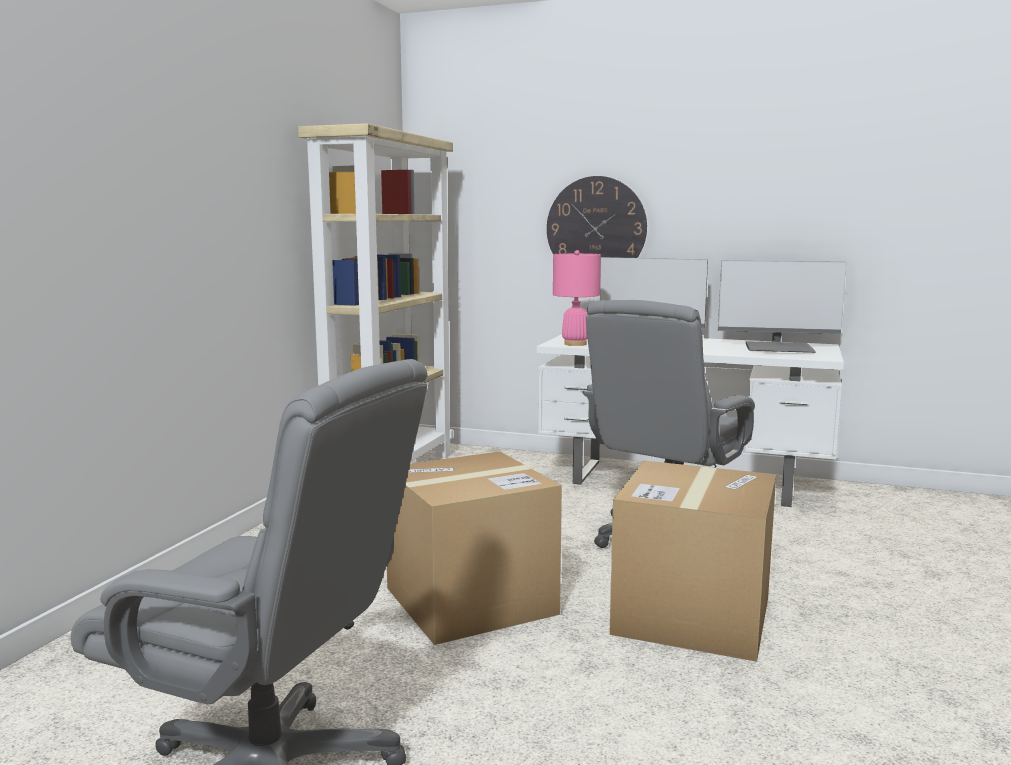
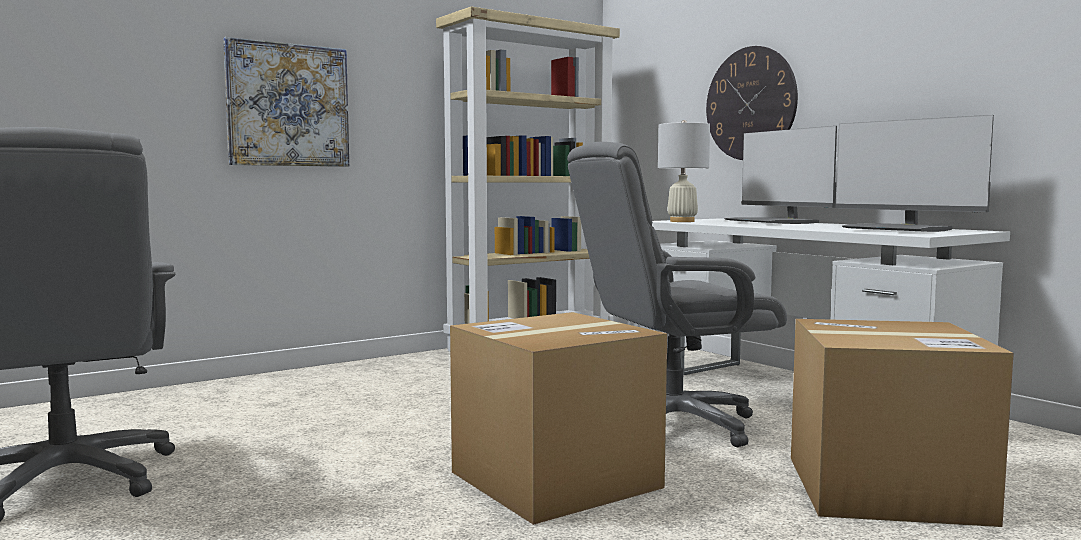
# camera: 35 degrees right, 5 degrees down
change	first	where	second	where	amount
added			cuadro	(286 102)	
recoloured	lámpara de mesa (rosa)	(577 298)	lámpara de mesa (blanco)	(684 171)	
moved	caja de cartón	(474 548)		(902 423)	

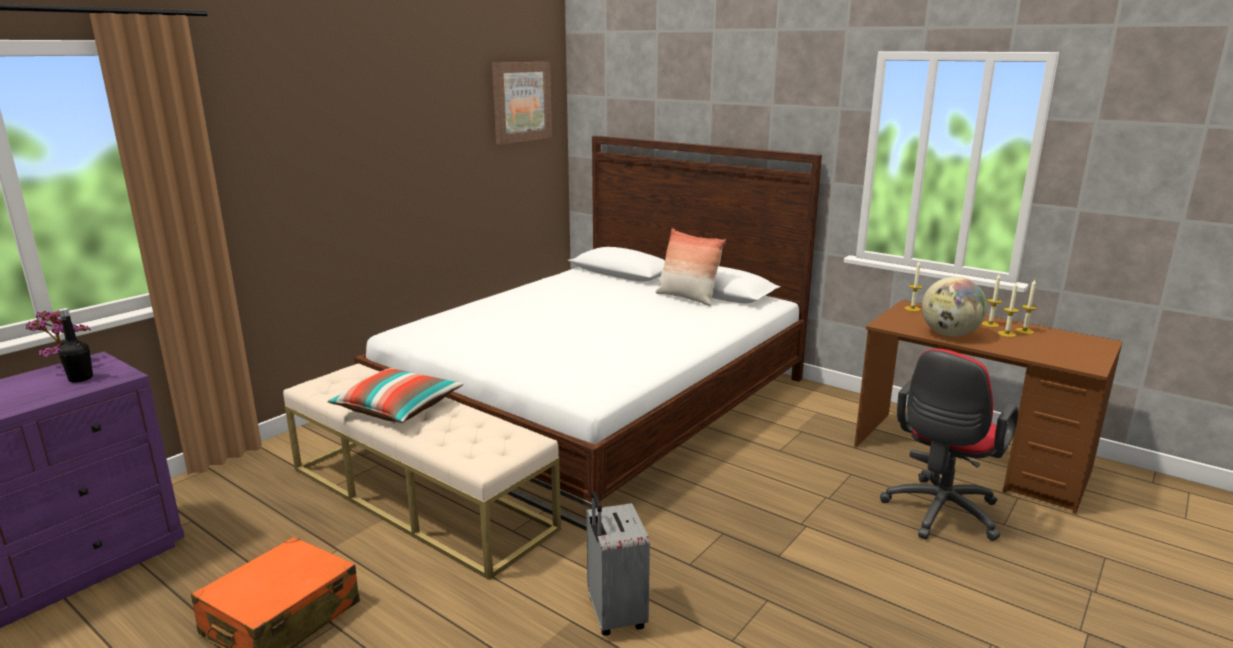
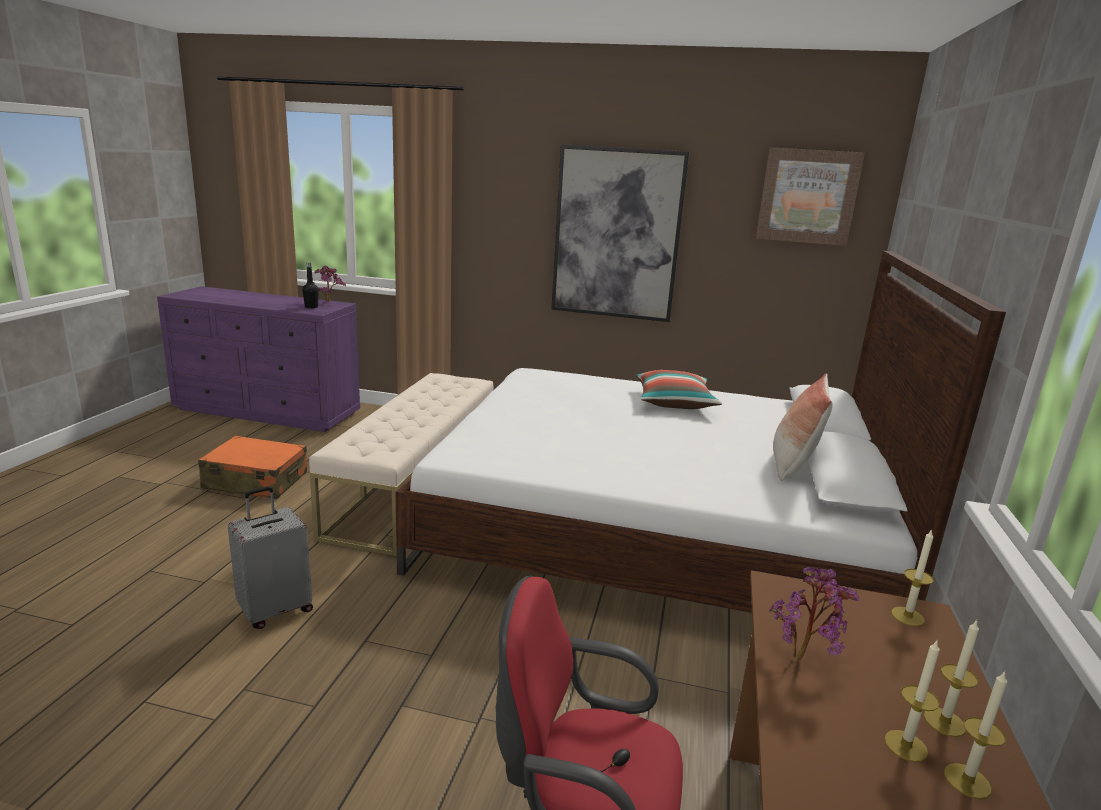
# camera: 65 degrees right, 0 degrees up
change	first	where	second	where	amount
added			cuadro	(620 233)	
moved	cojín	(396 395)		(679 389)	
replaced	globo terráqueo	(954 307)	planta en maceta	(814 613)	

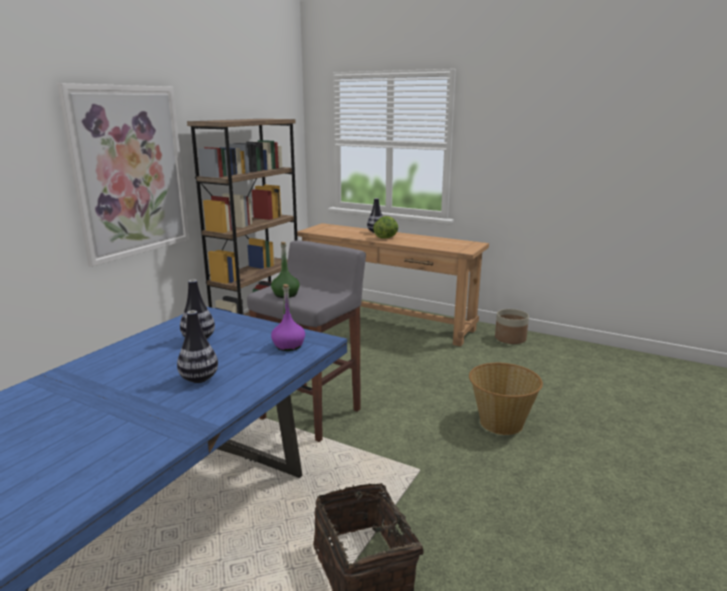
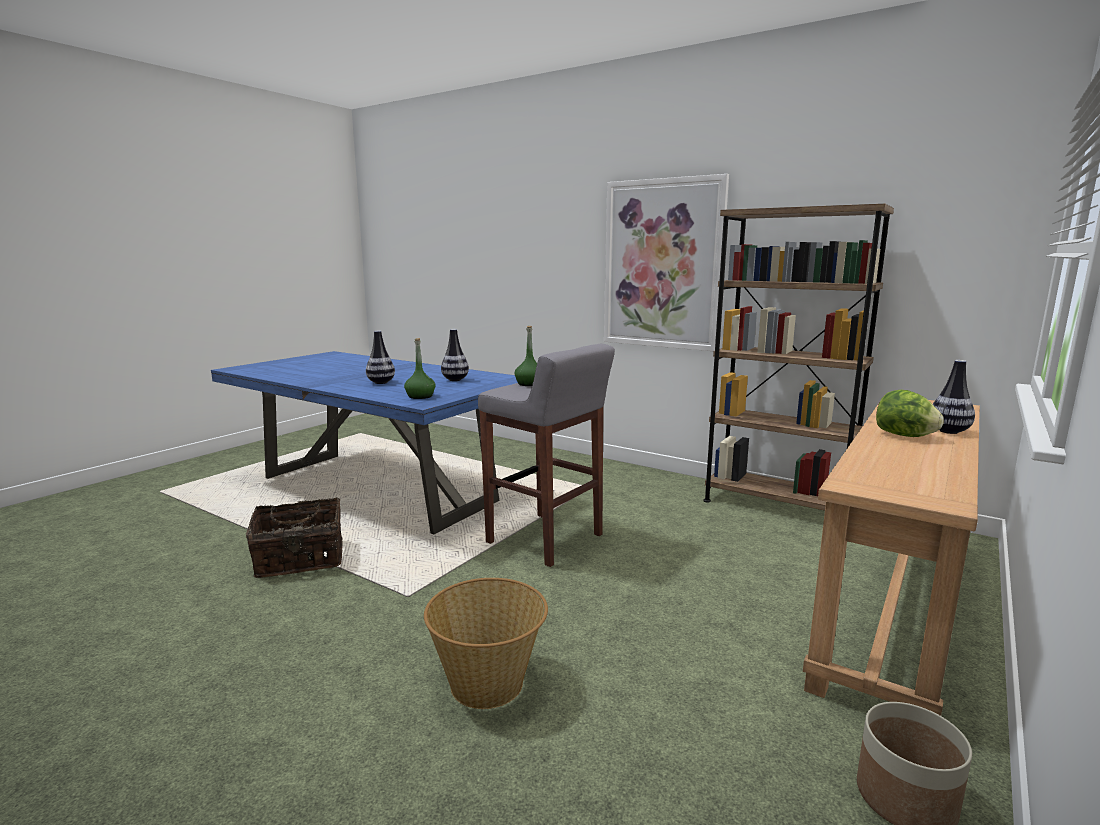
# camera: 95 degrees right, 5 degrees down
change	first	where	second	where	amount
recoloured	botella (morado)	(288 317)	botella (verde)	(420 368)	

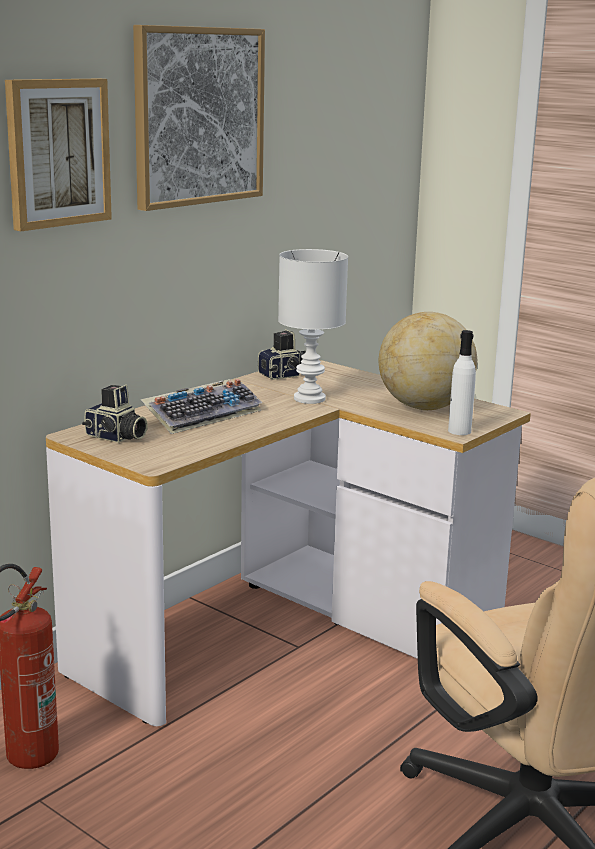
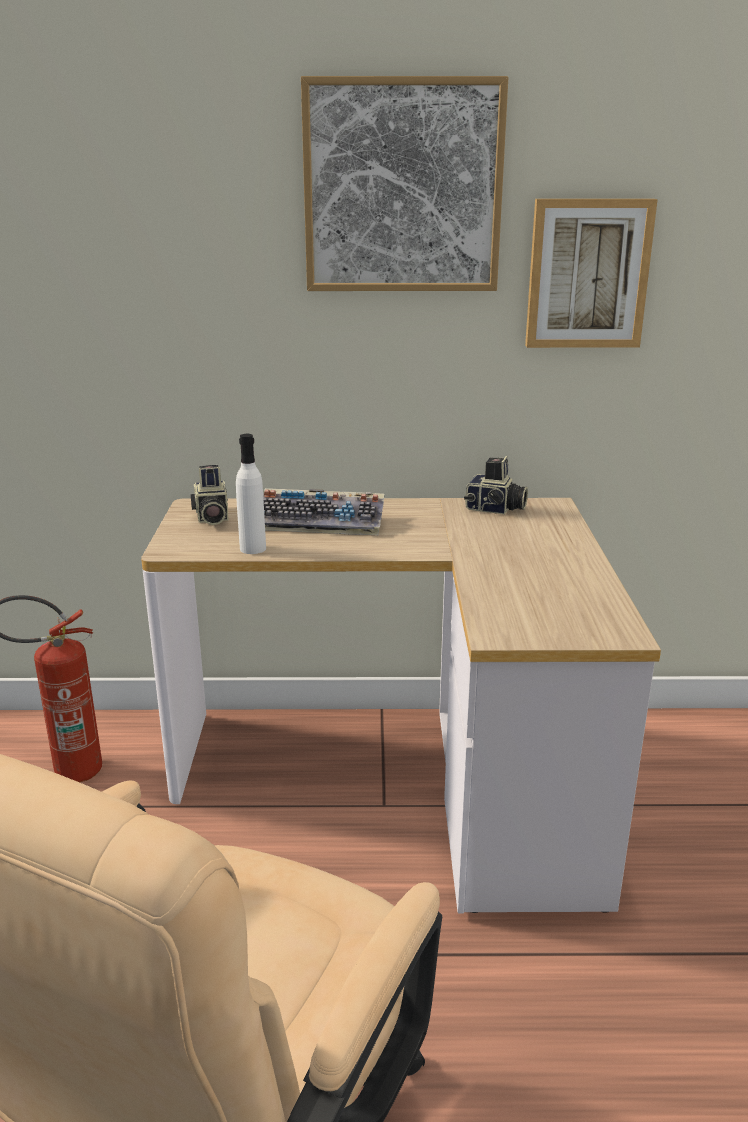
# camera: 50 degrees right, 5 degrees up
change	first	where	second	where	amount
moved	botella (blanco)	(462 382)		(251 494)	
moved	cuadro	(58 155)		(591 273)	
removed	lámpara de mesa (blanco)	(313 326)			
removed	globo terráqueo	(427 361)			

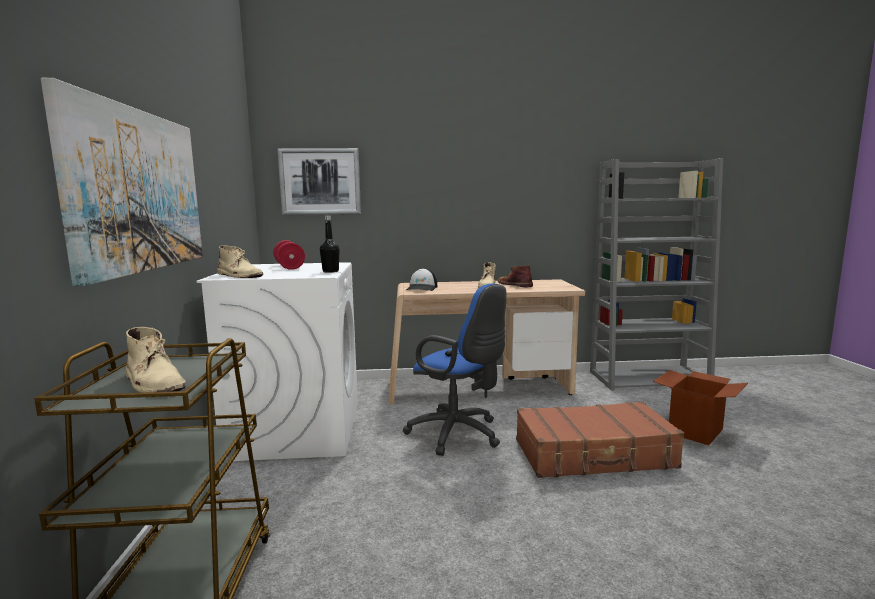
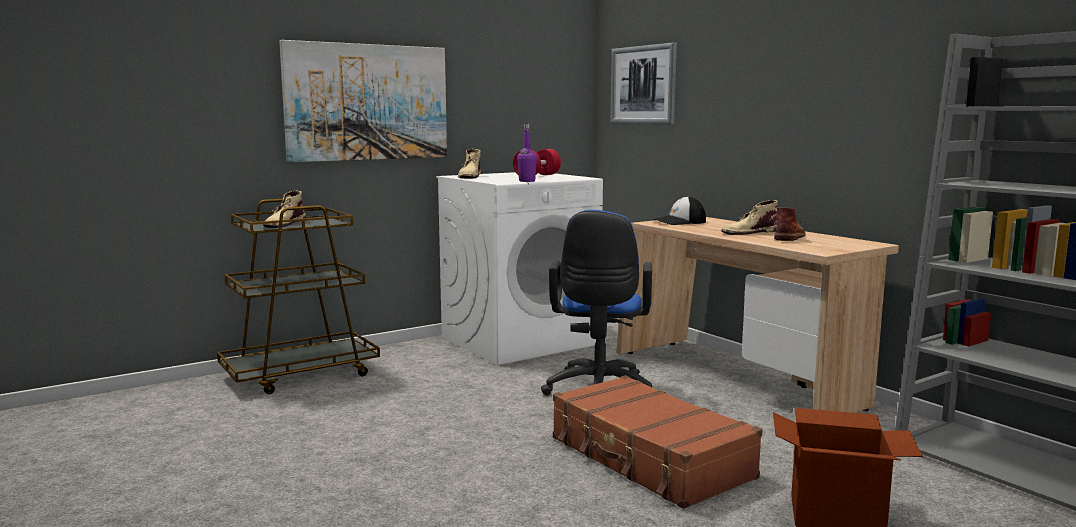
# camera: 60 degrees right, 0 degrees up
change	first	where	second	where	amount
recoloured	botella (negro)	(330 244)	botella (morado)	(527 153)	

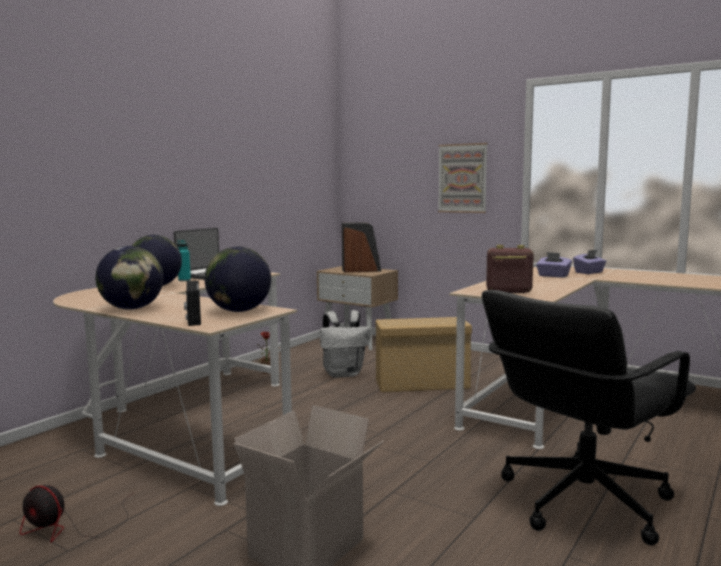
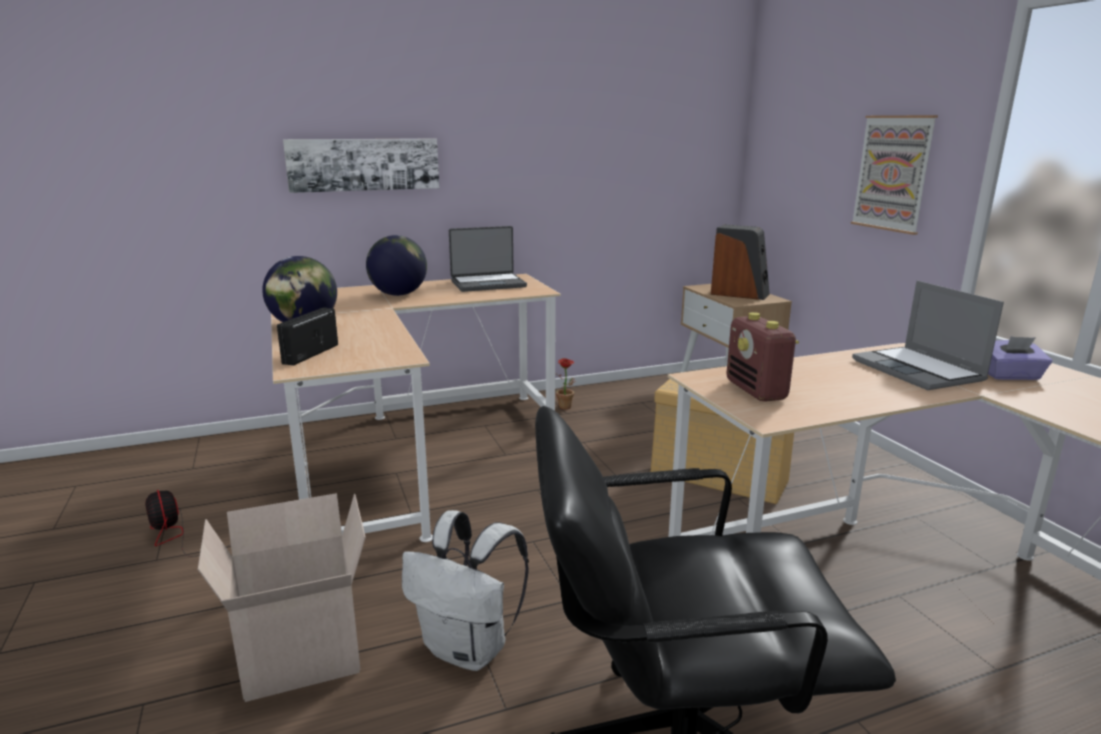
# camera: 35 degrees right, 10 degrees up
change	first	where	second	where	amount
added			cuadro	(361 166)	
moved	mochila (blanco)	(345 344)		(465 590)	
turned	radio	(510 269)		(762 357)	150 degrees counterclockwise
replaced	caja de pañuelos (morado)	(554 265)	portátil	(928 335)	
removed	botella (turquesa)	(184 260)			
removed	globo terráqueo	(238 279)			

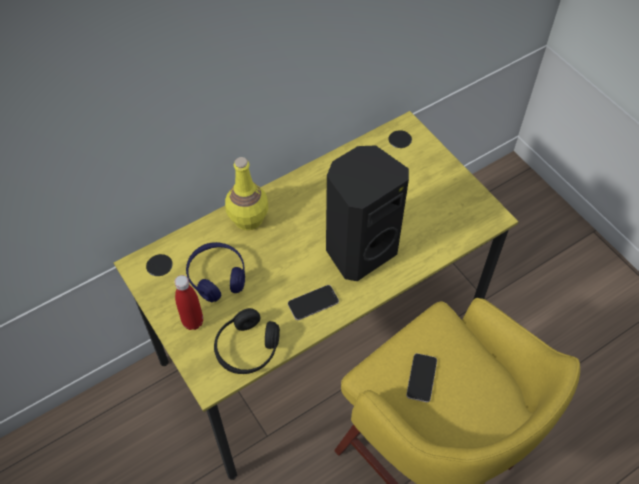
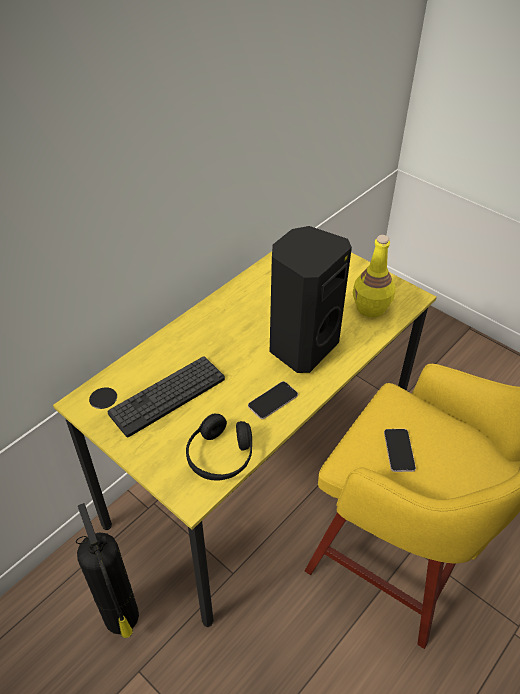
# camera: 15 degrees left, 10 degrees down
change	first	where	second	where	amount
added			extintor	(107 570)	
replaced	auriculares (azul)	(215 272)	teclado	(166 397)	
moved	botella (amarillo)	(246 193)		(374 276)	
removed	botella (rojo)	(189 302)			

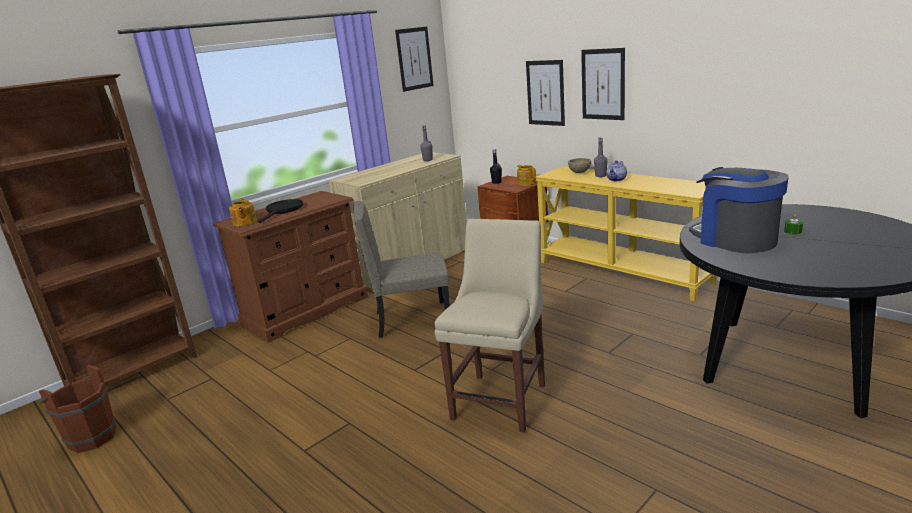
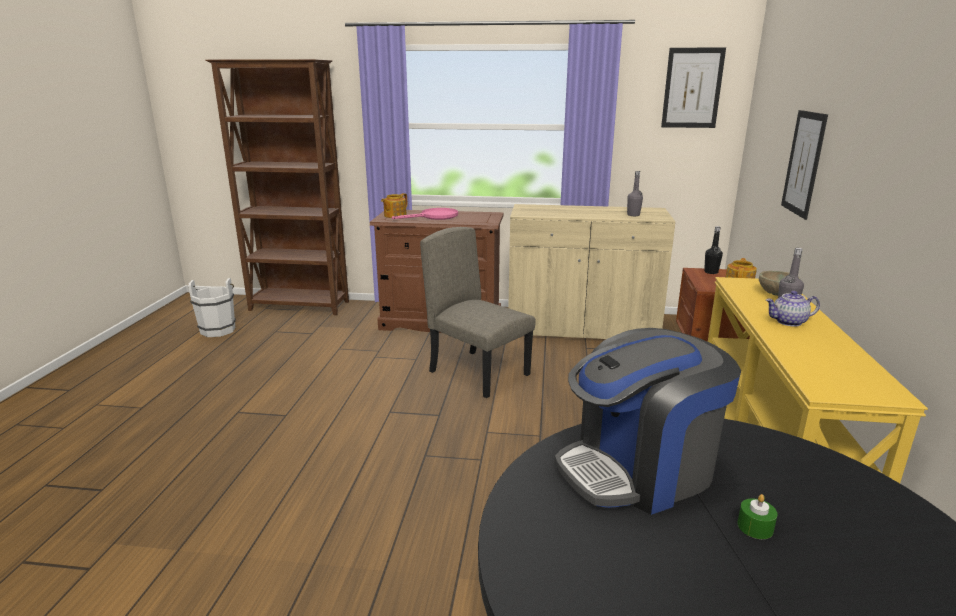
# camera: 50 degrees right, 0 degrees up
change	first	where	second	where	amount
recoloured	cubo (marrón)	(78 409)	cubo (blanco)	(212 307)	
recoloured	sartén (negro)	(280 211)	sartén (rosa)	(425 214)	
turned	cafetera	(739 210)		(648 421)	135 degrees counterclockwise
removed	silla (beis)	(490 326)			
removed	cuadro	(603 84)			

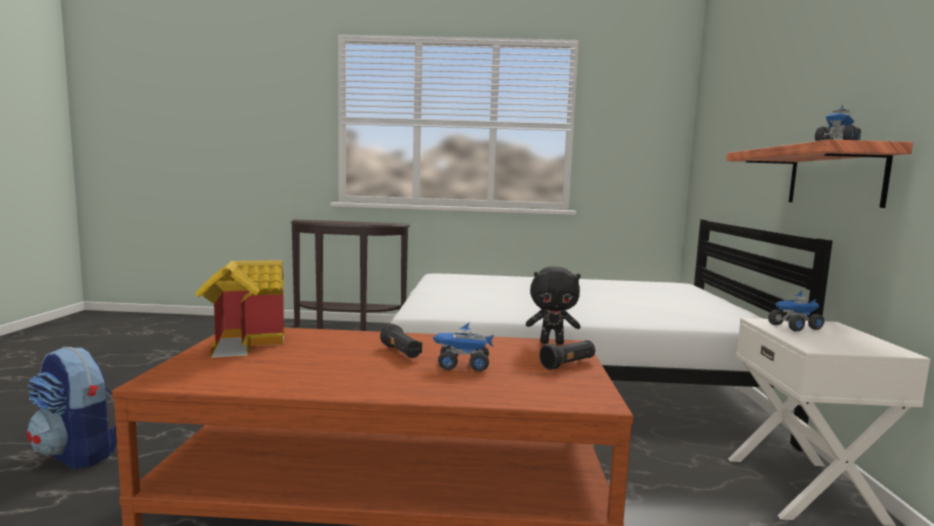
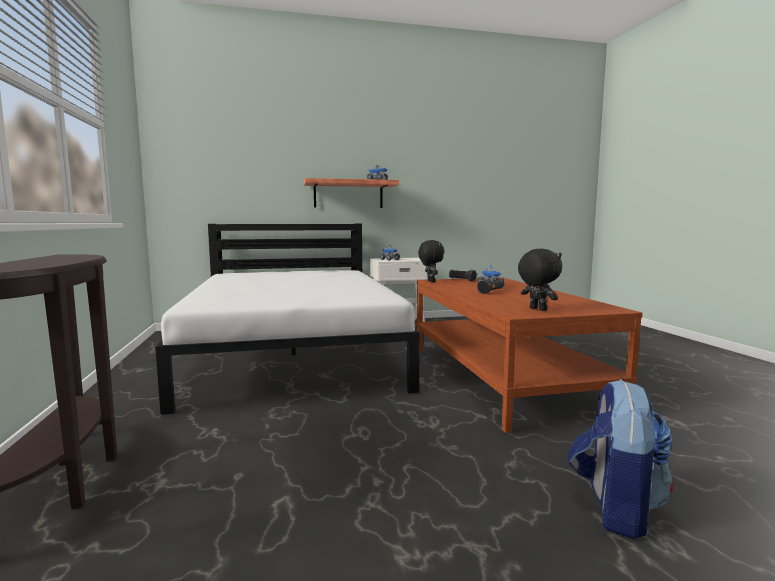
# camera: 105 degrees left, 0 degrees up
change	first	where	second	where	amount
replaced	casita	(239 309)	peluche (negro)	(540 280)	

